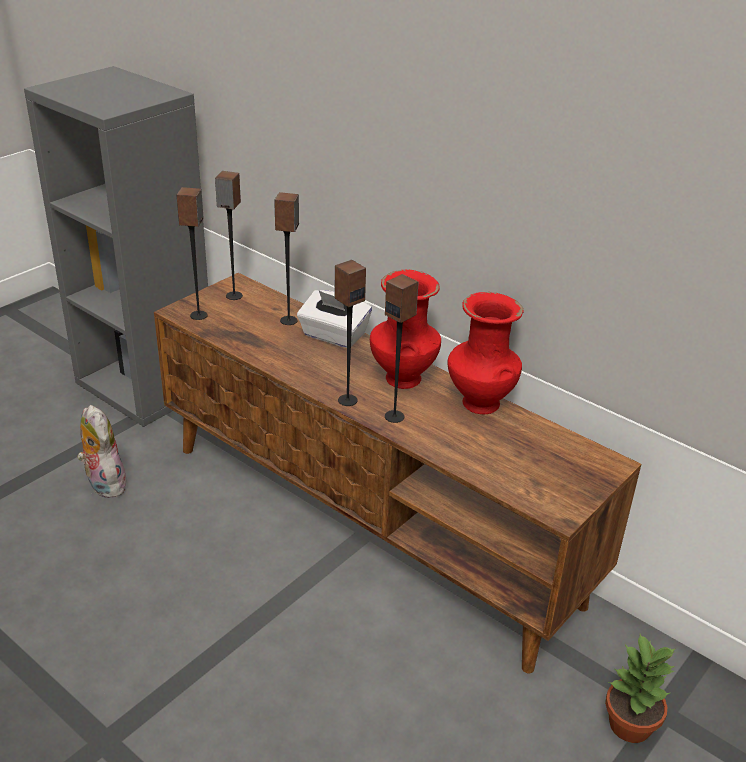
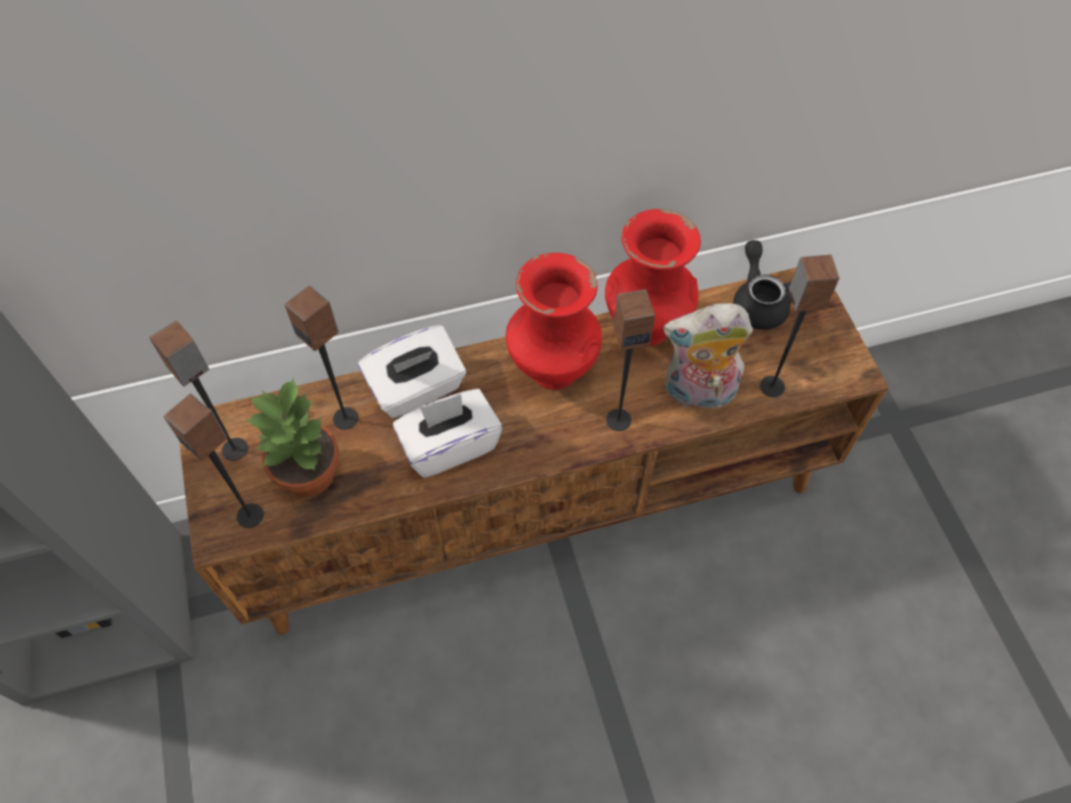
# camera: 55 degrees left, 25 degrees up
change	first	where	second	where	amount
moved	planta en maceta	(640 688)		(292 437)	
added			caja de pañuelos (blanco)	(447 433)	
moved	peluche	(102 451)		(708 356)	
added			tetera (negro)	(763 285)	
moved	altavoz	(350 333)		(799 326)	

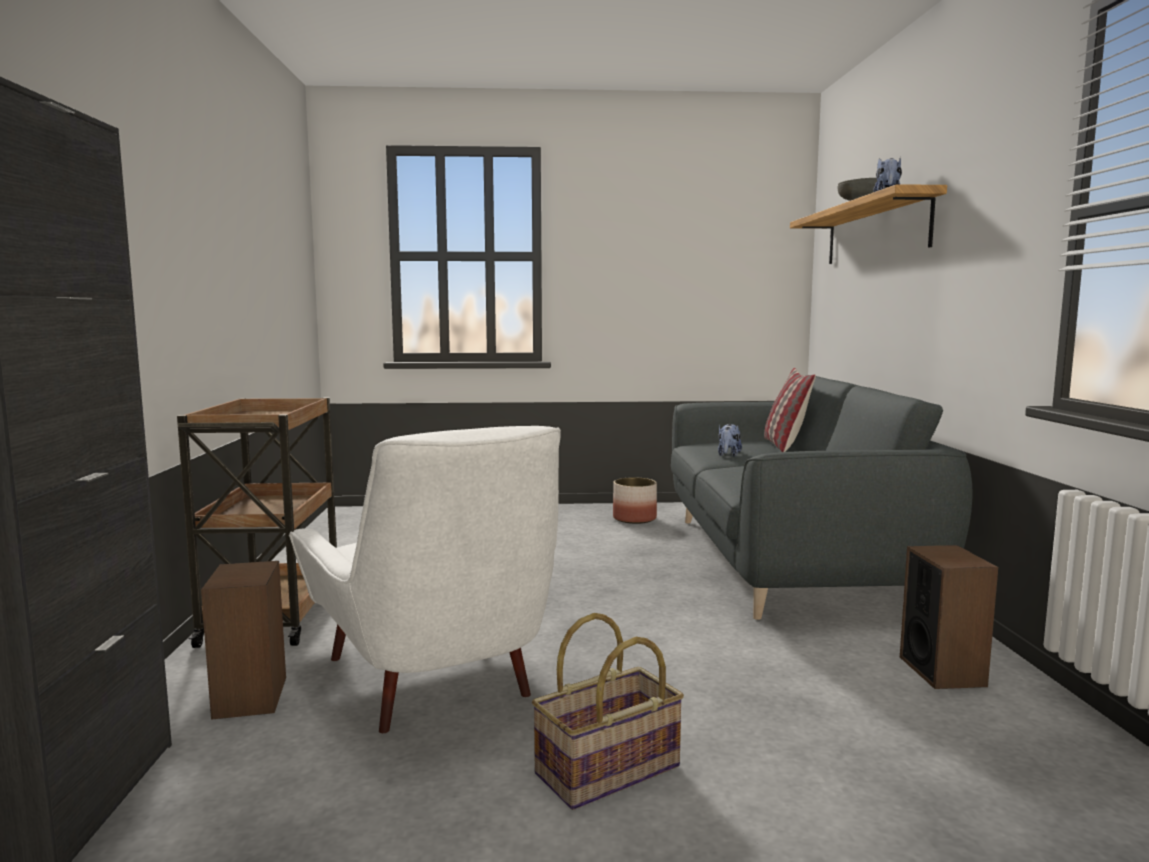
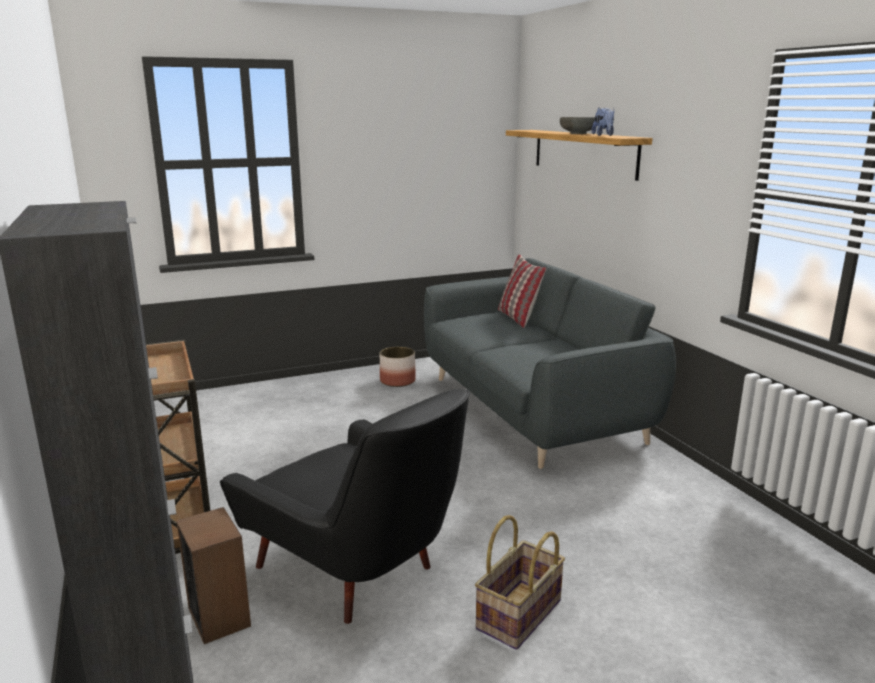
# camera: 20 degrees left, 10 degrees up
change	first	where	second	where	amount
recoloured	sillón (blanco)	(425 579)	sillón (negro)	(345 506)	
removed	peluche	(730 440)			
removed	altavoz	(949 617)			

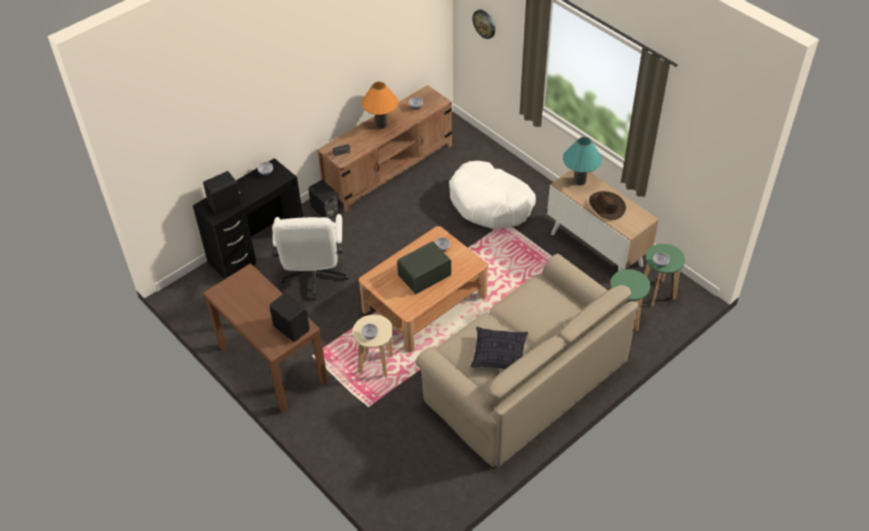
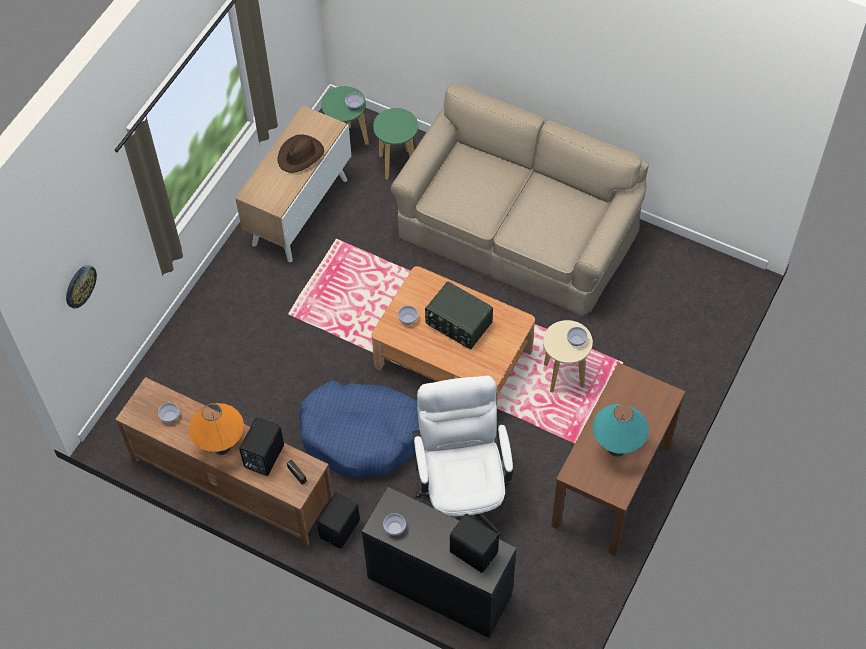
# camera: 110 degrees left, 10 degrees up
change	first	where	second	where	amount
moved	altavoz (negro)	(289 317)		(261 446)	
added			cama para perro (azul)	(359 429)	
turned	silla de oficina (blanco)	(311 257)		(462 456)	75 degrees counterclockwise
moved	lámpara de mesa (turquesa)	(582 161)		(621 430)	
removed	cama para perro (blanco)	(492 195)			
removed	cojín	(499 348)			

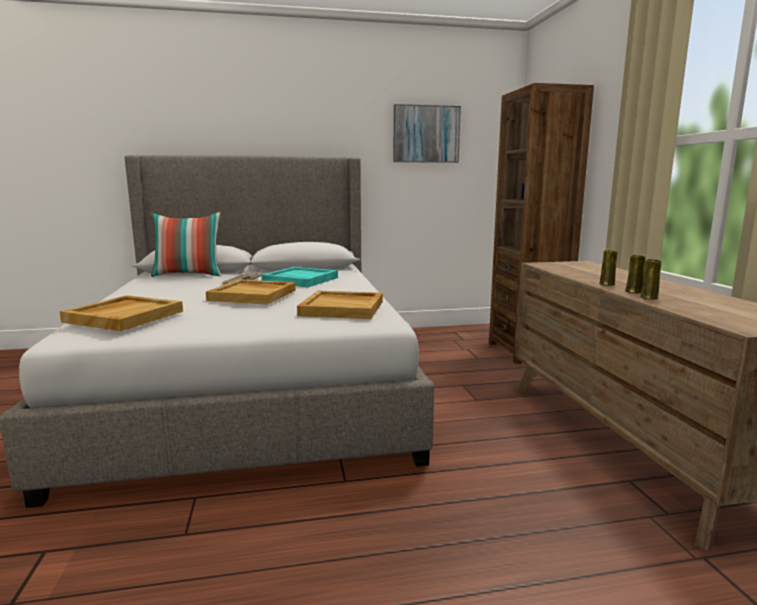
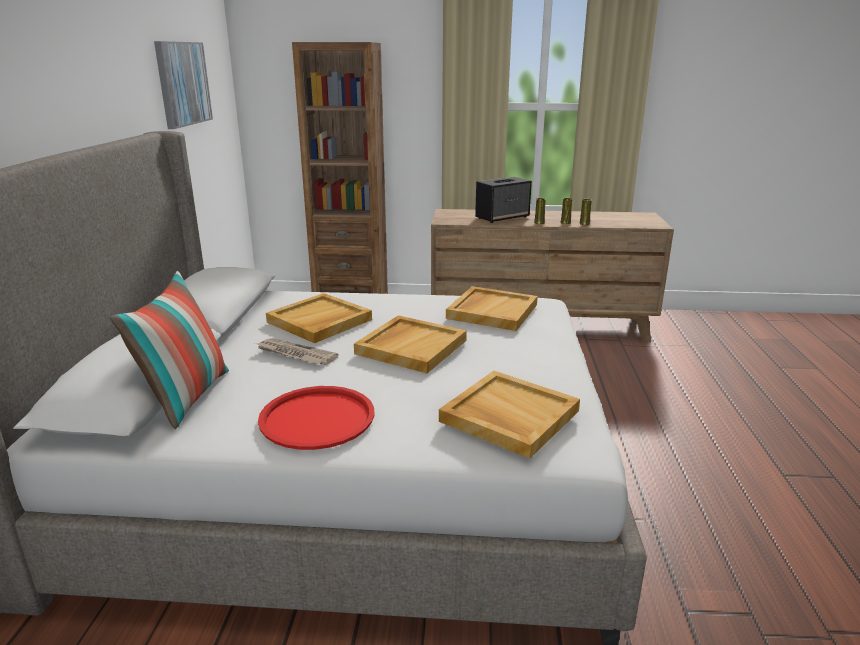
# camera: 75 degrees left, 10 degrees up
change	first	where	second	where	amount
added			bandeja (rojo)	(316 418)	
recoloured	bandeja (turquesa)	(299 277)	bandeja (beis)	(319 318)	
added			altavoz	(503 200)	

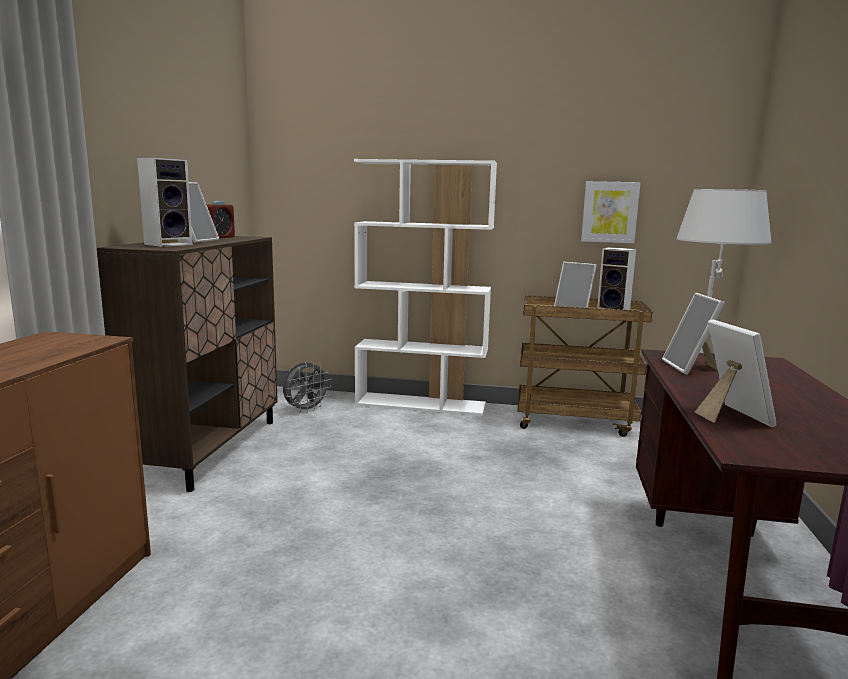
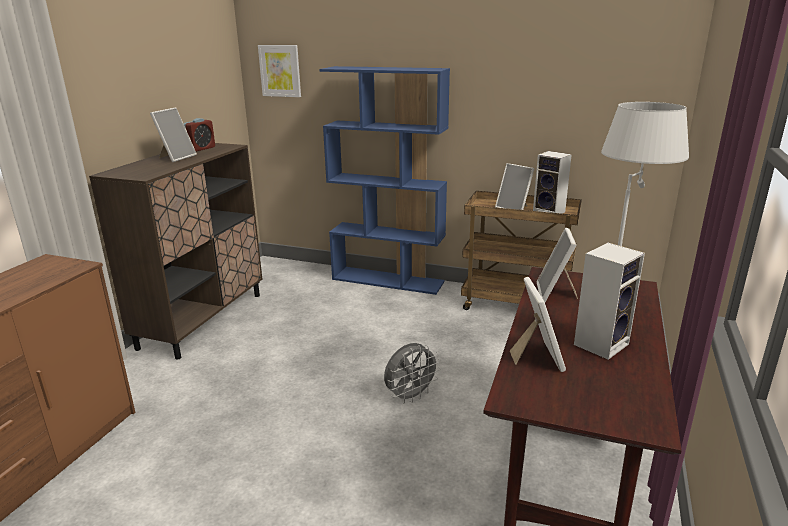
# camera: 10 degrees right, 10 degrees up
change	first	where	second	where	amount
moved	cuadro	(611 212)		(279 71)	
recoloured	estantería (blanco)	(425 287)	estantería (azul)	(385 180)	
moved	ventilador (gris)	(307 387)		(412 373)	
moved	altavoz	(165 202)		(609 301)	

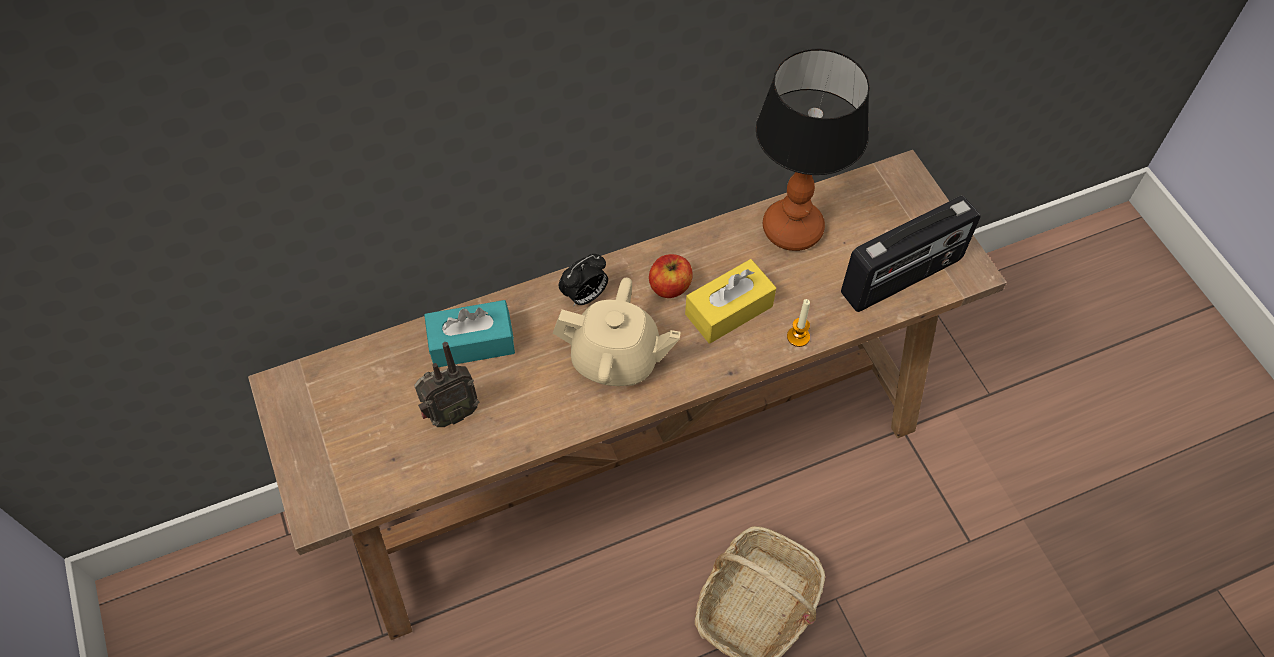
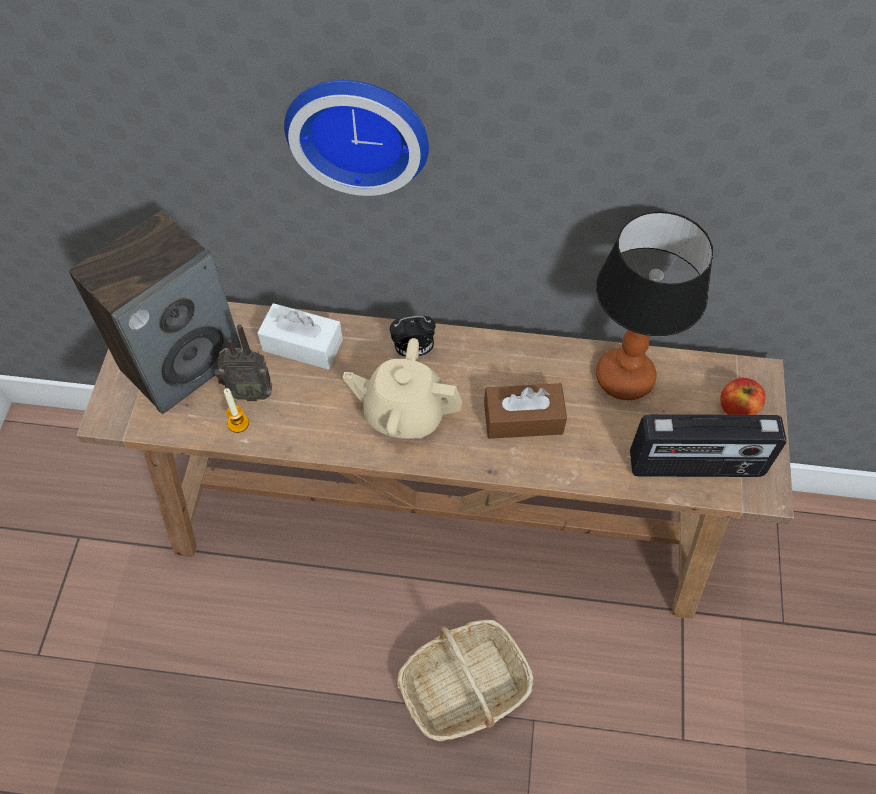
# camera: 30 degrees right, 0 degrees up
change	first	where	second	where	amount
added			altavoz	(155 312)	
moved	vela	(798 323)		(236 410)	
recoloured	caja de pañuelos (turquesa)	(469 333)	caja de pañuelos (blanco)	(300 336)	
added			reloj de pared	(356 138)	
turned	tetera (beis)	(617 331)		(402 388)	150 degrees clockwise
recoloured	caja de pañuelos (amarillo)	(730 301)	caja de pañuelos (marrón)	(525 411)	
moved	manzana	(671 276)		(743 396)	

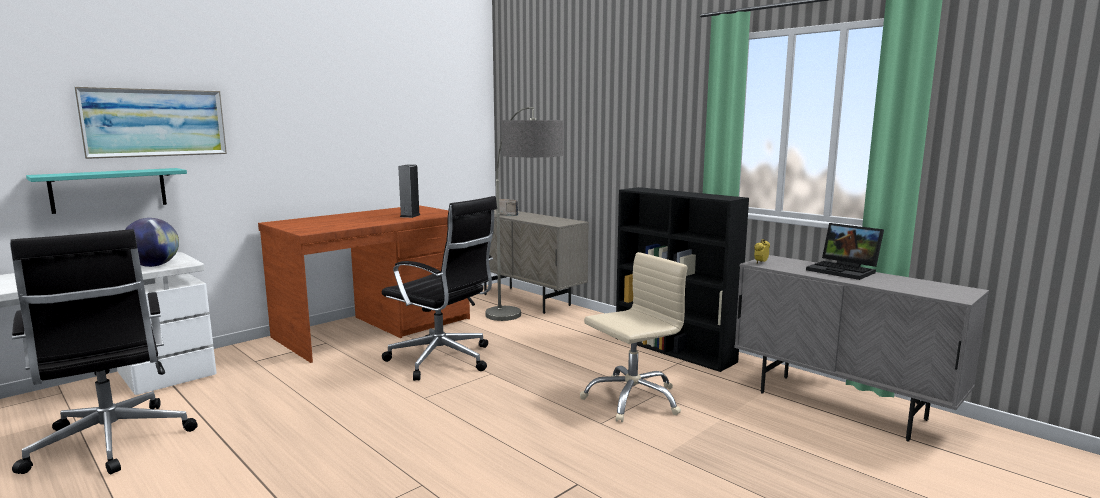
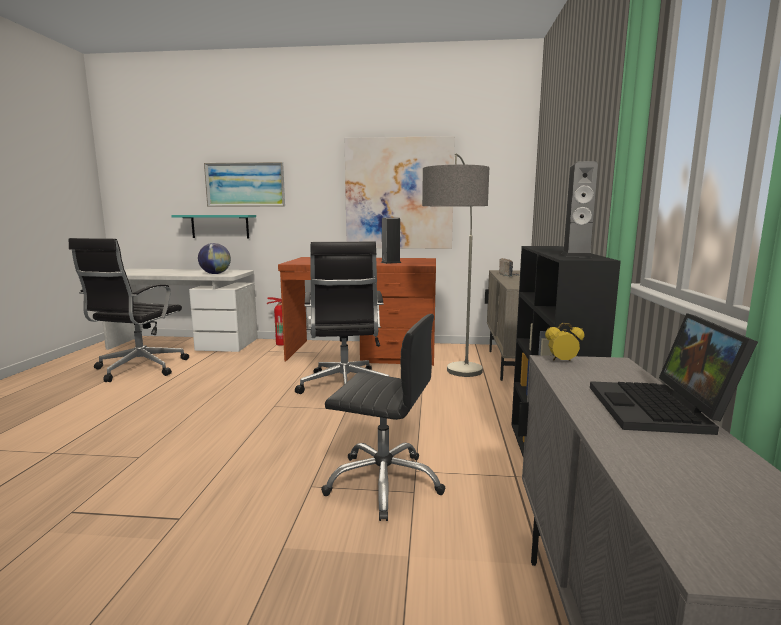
# camera: 50 degrees right, 0 degrees up
change	first	where	second	where	amount
added			extintor	(275 321)	
recoloured	silla de oficina (beis)	(634 337)	silla de oficina (negro)	(383 417)	
added			cuadro	(400 192)	
added			altavoz	(580 209)	

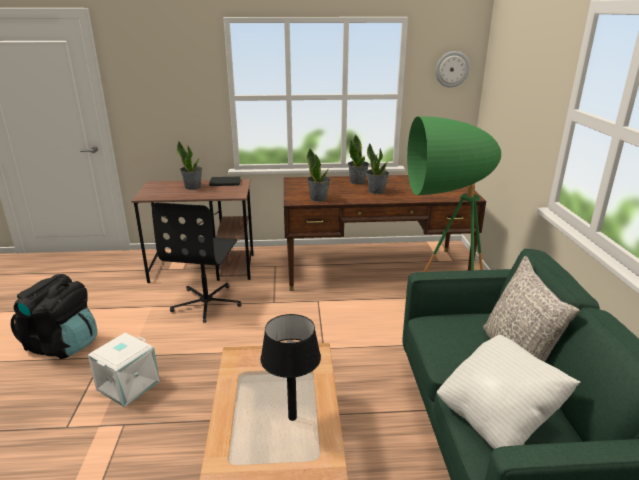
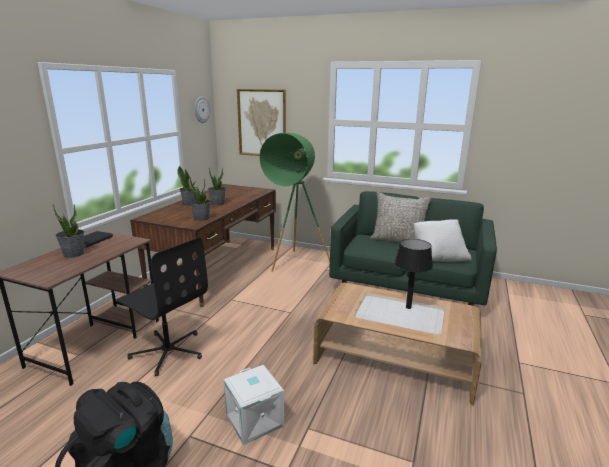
# camera: 65 degrees left, 5 degrees down
change	first	where	second	where	amount
added			cuadro	(261 122)	

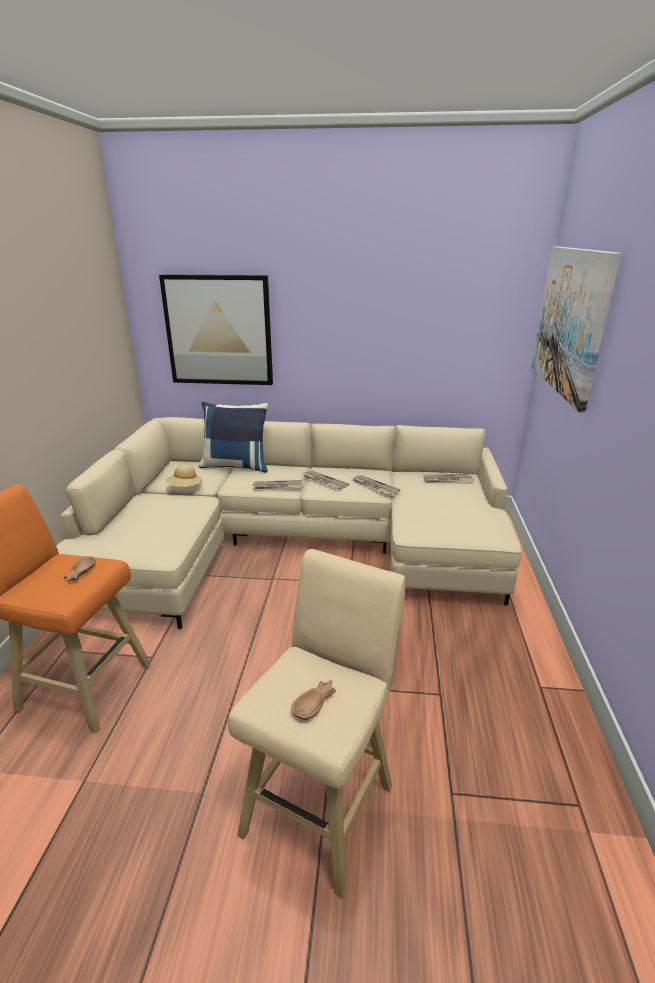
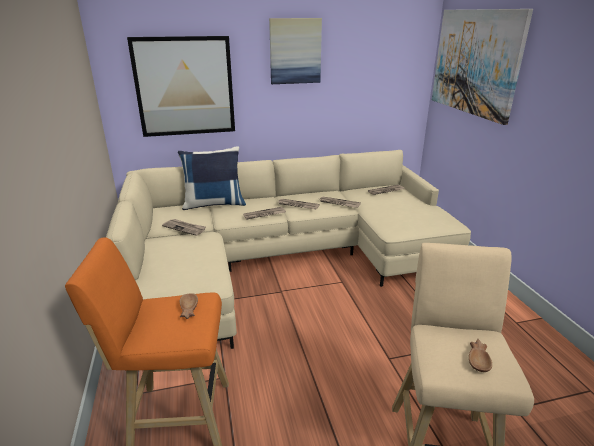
# camera: 20 degrees left, 0 degrees up
change	first	where	second	where	amount
replaced	sombrero (beis)	(184 475)	periódico	(184 227)	
added			cuadro	(295 51)	

